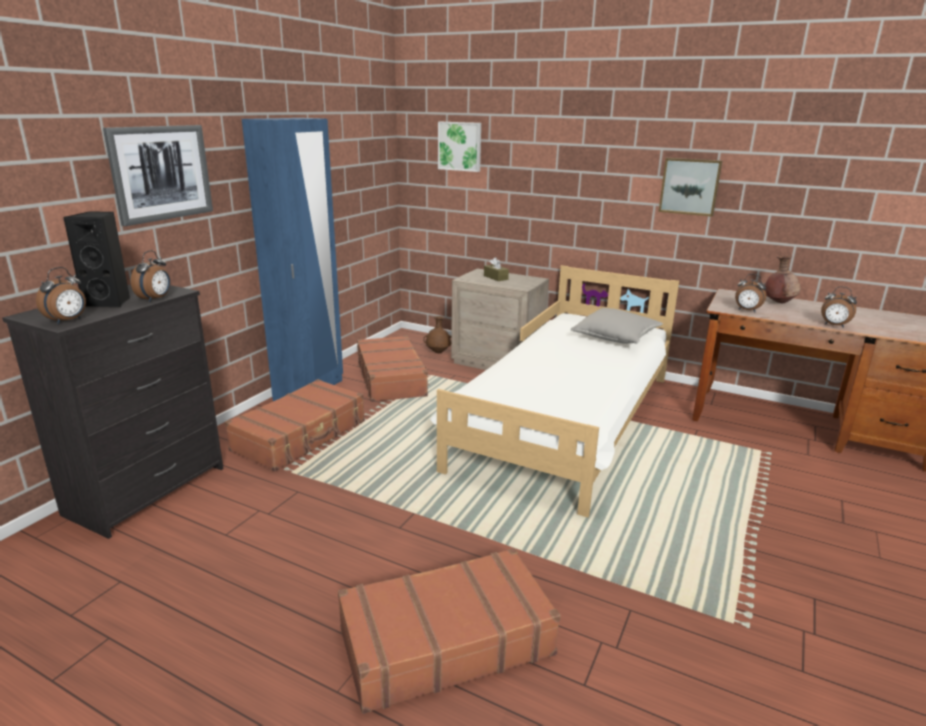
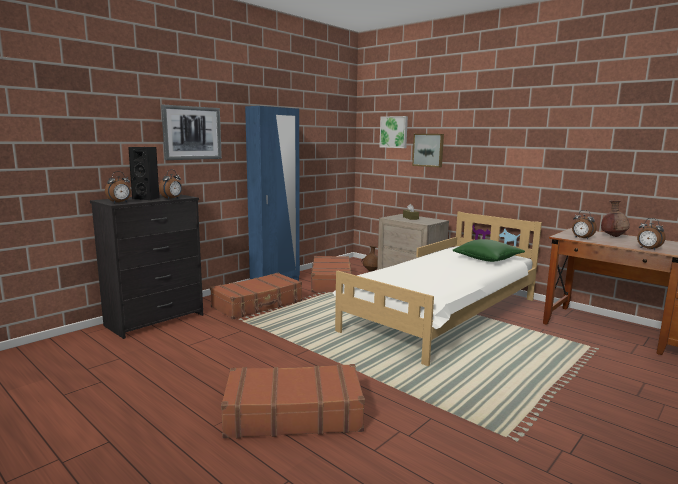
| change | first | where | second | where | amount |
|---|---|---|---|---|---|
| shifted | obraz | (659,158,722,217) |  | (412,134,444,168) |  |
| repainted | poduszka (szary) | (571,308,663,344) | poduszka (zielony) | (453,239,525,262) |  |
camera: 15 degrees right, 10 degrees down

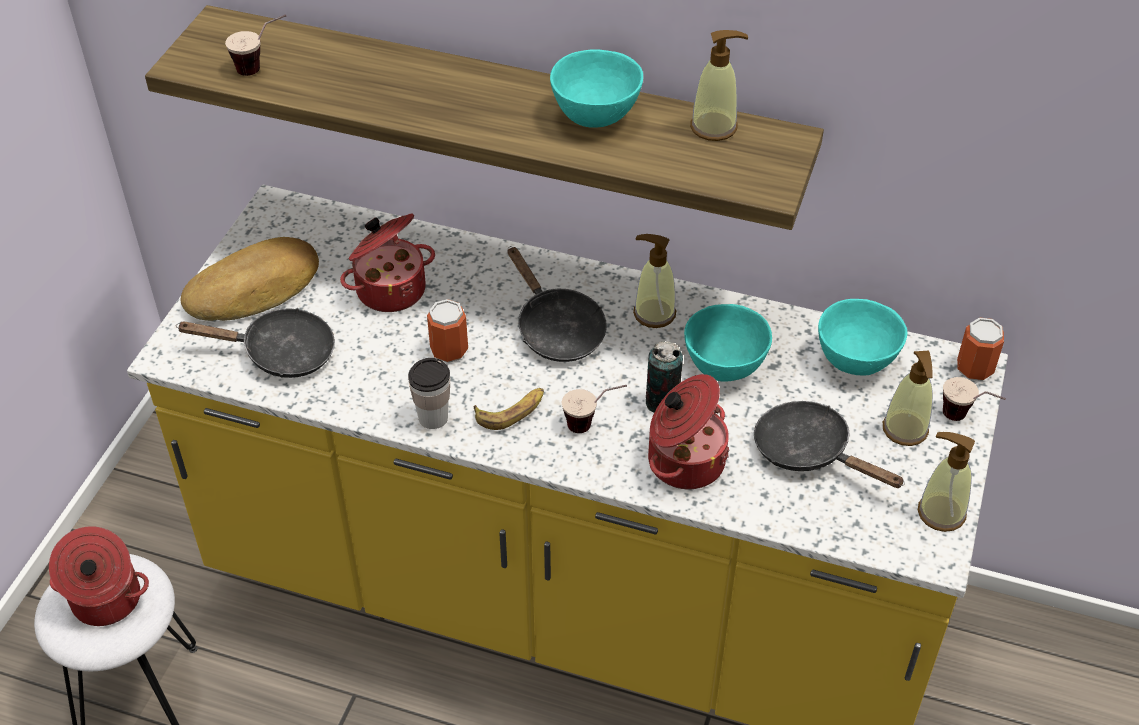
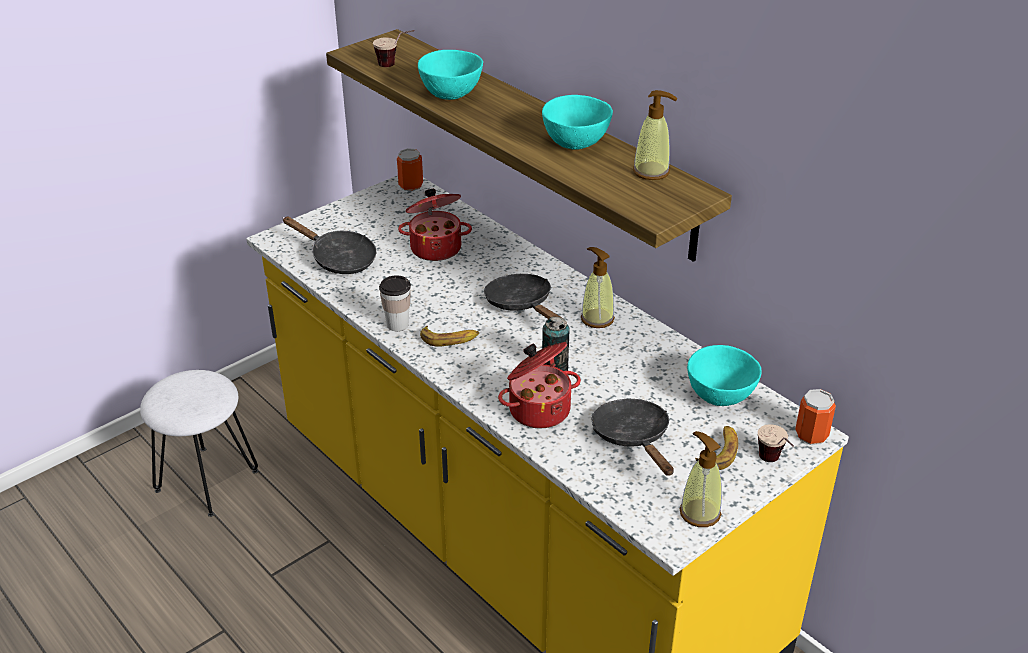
| change | first | where | second | where | amount |
|---|---|---|---|---|---|
| gone | garnek | (49,526,149,626) |  |  |  |
| gone | chleb | (181,237,319,321) |  |  |  |
| gone | filiżanka | (562,385,627,433) |  |  |  |
| shifted | puszka | (427,299,468,363) |  | (397,148,423,191) |  |
| shifted | miska (turkusowy) | (684,304,772,382) |  | (418,50,483,100) |  |
| swapped | dozownik mydła | (883,351,933,446) | banan | (695,426,738,470) |  |
| rotated | patelnia (czarny) | (507,246,607,362) |  | (484,274,562,319) | 150 degrees clockwise |
camera: 30 degrees right, 10 degrees down

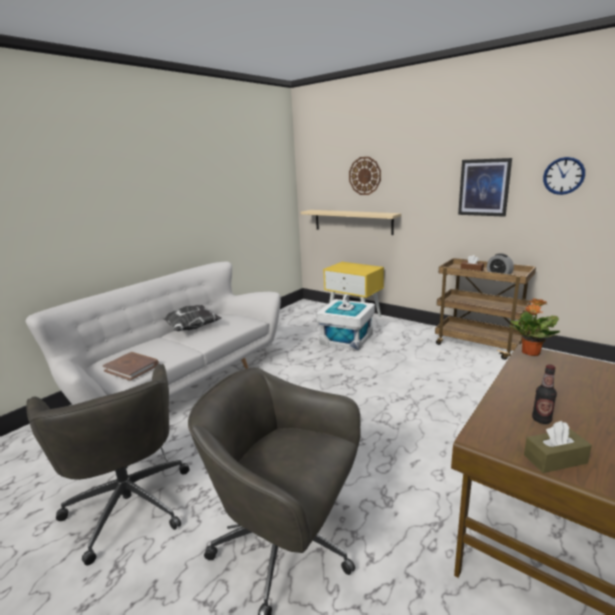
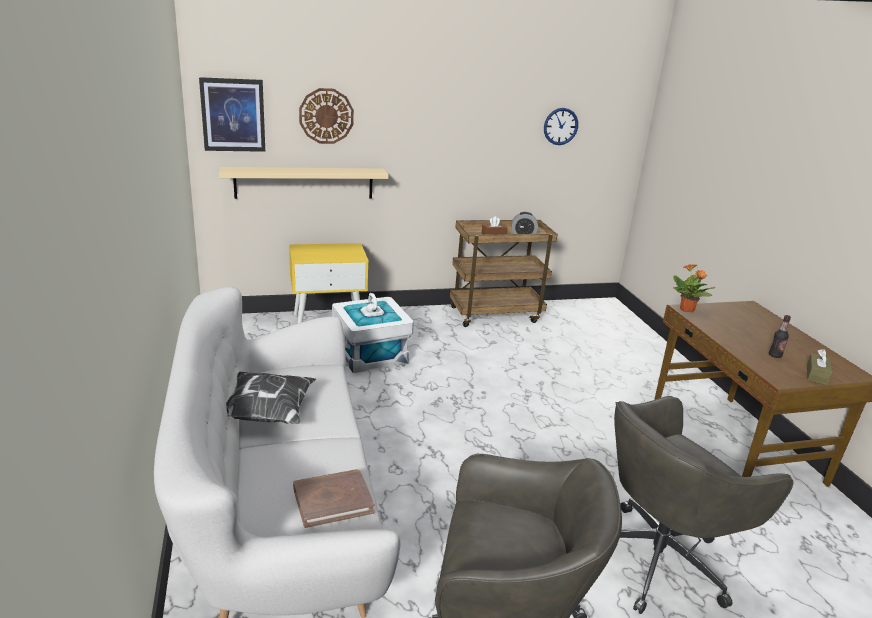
| change | first | where | second | where | amount |
|---|---|---|---|---|---|
| shifted | obraz | (458,158,512,217) |  | (199,77,265,152) |  |
camera: 55 degrees left, 5 degrees up

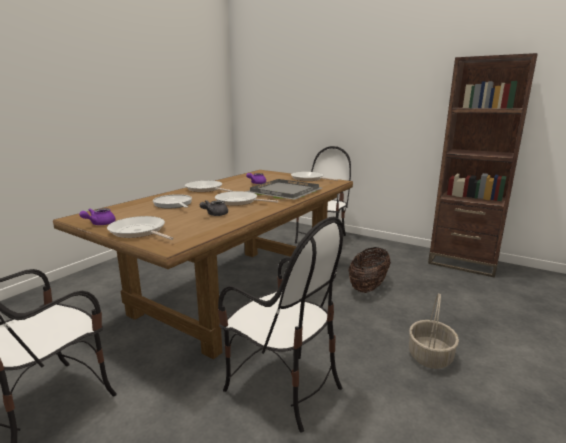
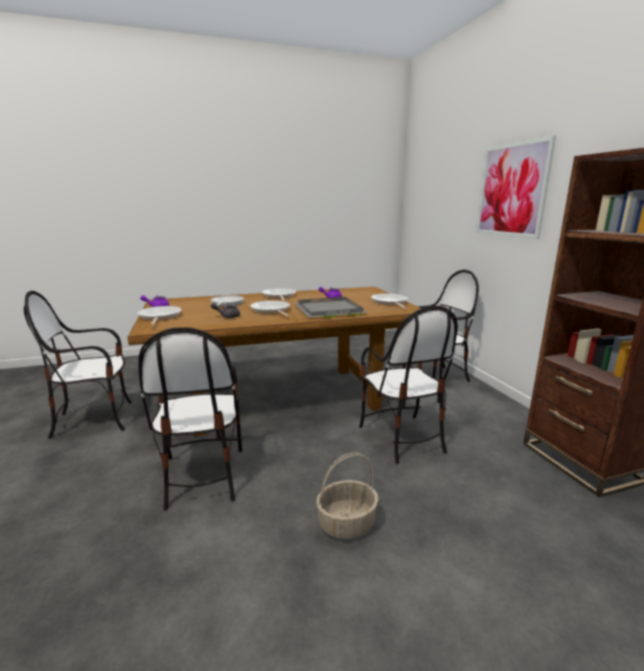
| change | first | where | second | where | amount |
|---|---|---|---|---|---|
| new |  |  | obraz | (476,136,556,239) |  |
| swapped | koszyk | (348,247,391,293) | krzesło | (359,306,458,464) |  |
camera: 40 degrees right, 0 degrees up

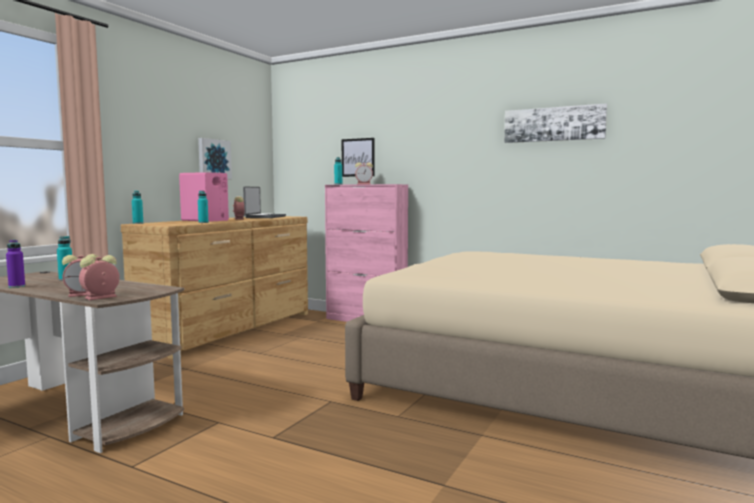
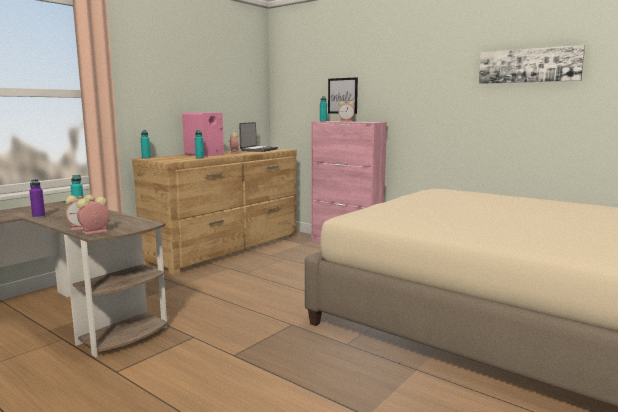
| change | first | where | second | where | amount |
|---|---|---|---|---|---|
| gone | obraz | (198,138,232,179) |  |  |  |
camera: 10 degrees right, 5 degrees up

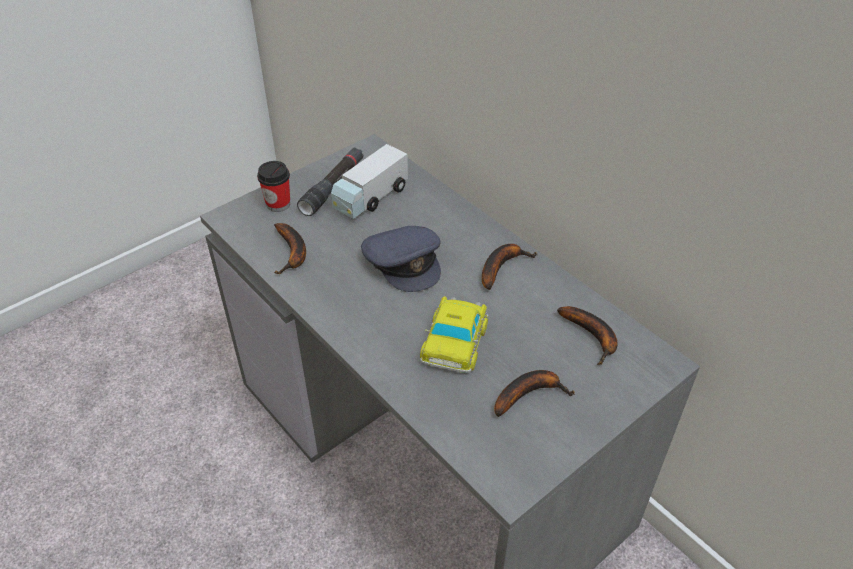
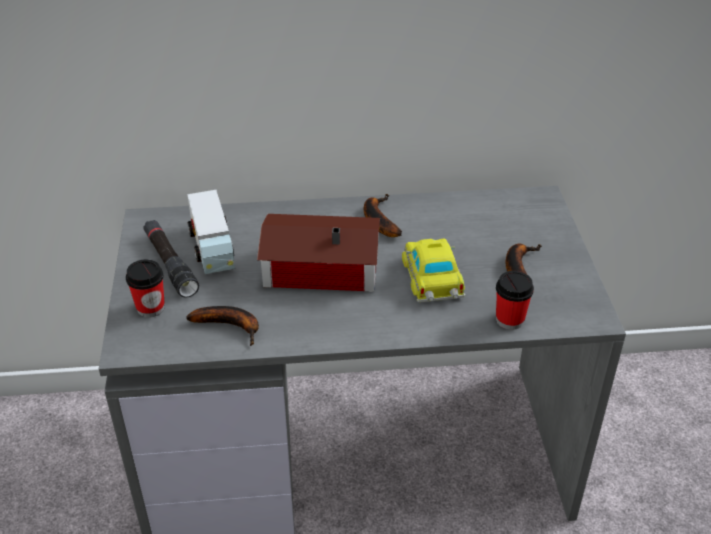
| change | first | where | second | where | amount |
|---|---|---|---|---|---|
| gone | banan | (557,306,617,365) |  |  |  |
| new |  |  | filiżanka | (496,271,534,330) |  |
| swapped | czapka z daszkiem (szary) | (361,226,441,292) | domek | (257,214,380,292) |  |
| rotated | samochodzik | (420,296,488,373) |  | (402,238,465,302) | 150 degrees counterclockwise |
camera: 55 degrees left, 5 degrees down

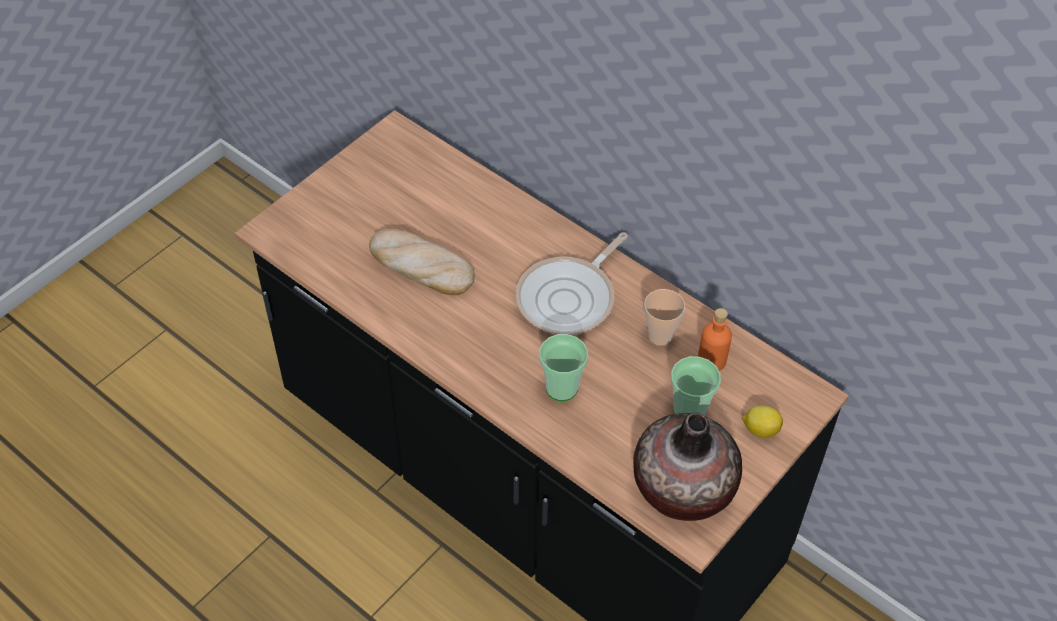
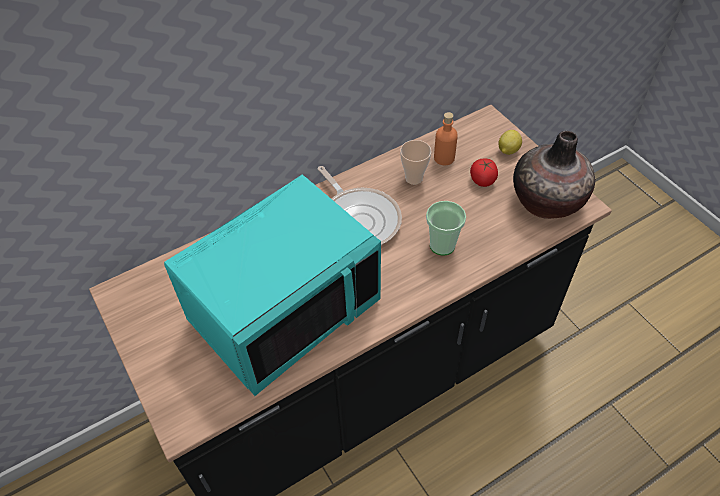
| change | first | where | second | where | amount |
|---|---|---|---|---|---|
| swapped | chleb | (369,229,475,295) | mikrofalówka (turkusowy) | (164,174,381,396) |  |
| swapped | filiżanka | (671,356,721,416) | pomidor | (470,159,498,187) |  |
camera: 70 degrees left, 0 degrees up

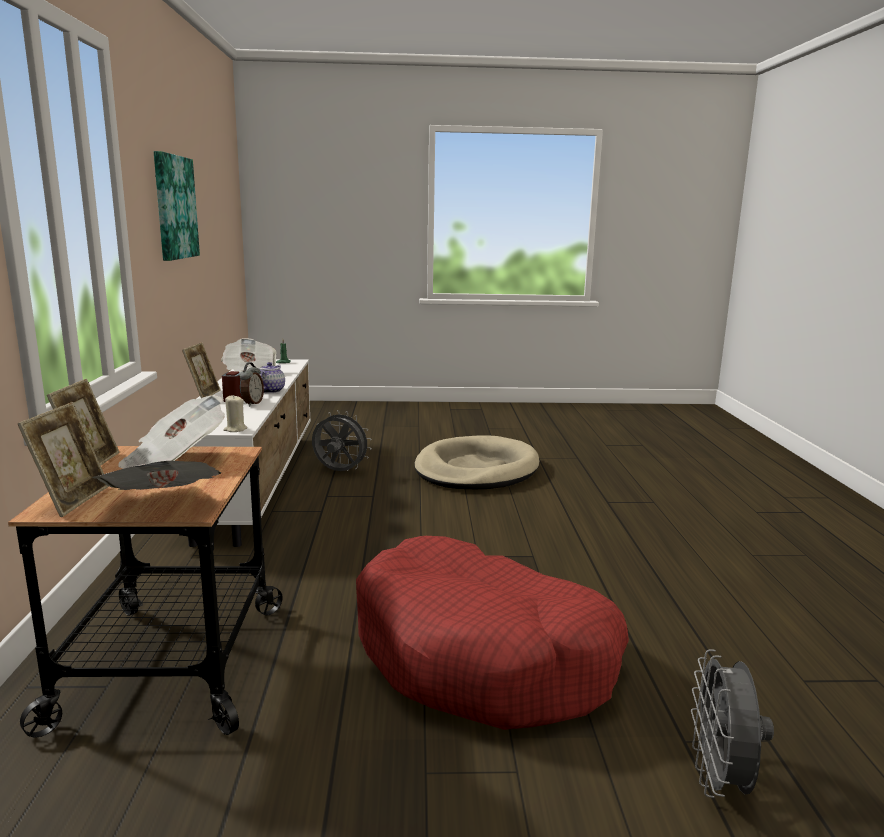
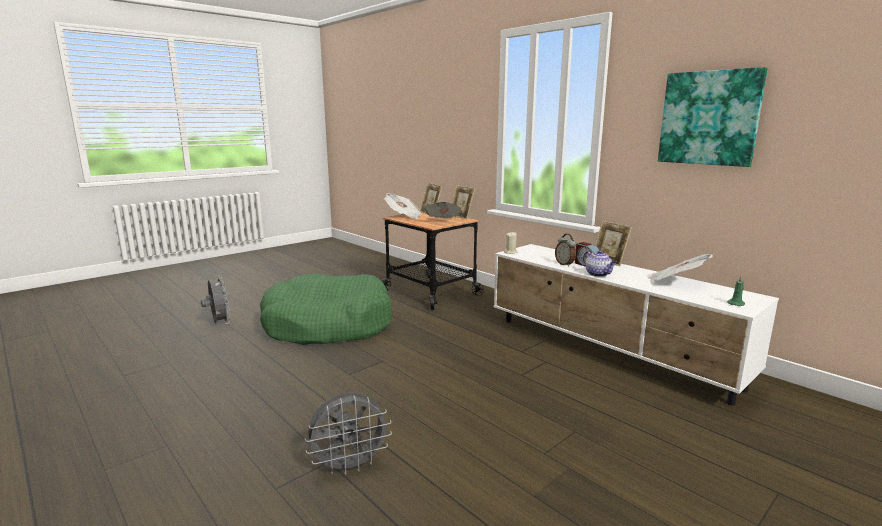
| change | first | where | second | where | amount |
|---|---|---|---|---|---|
| gone | legowisko (beżowy) | (414,435,540,489) |  |  |  |
| shifted | wentylator (szary) | (312,410,372,471) |  | (305,392,392,475) |  |
| repainted | legowisko (czerwony) | (356,536,629,730) | legowisko (zielony) | (260,274,393,345) |  |
camera: 140 degrees right, 0 degrees up

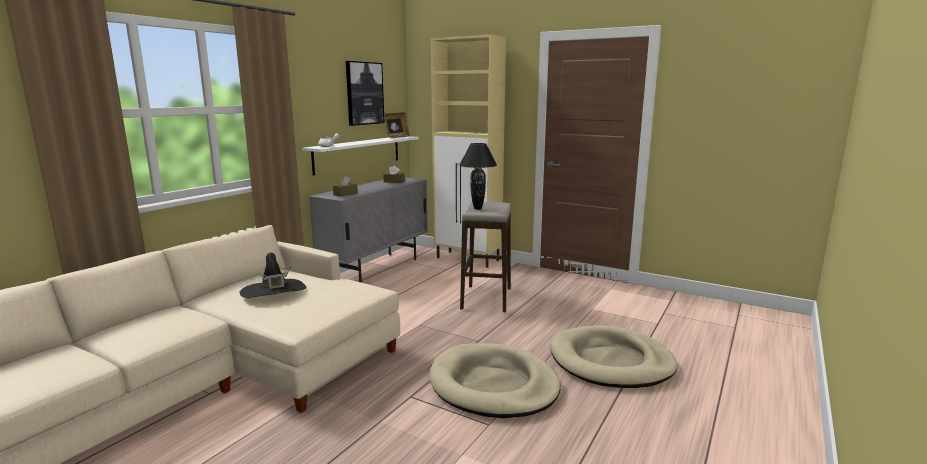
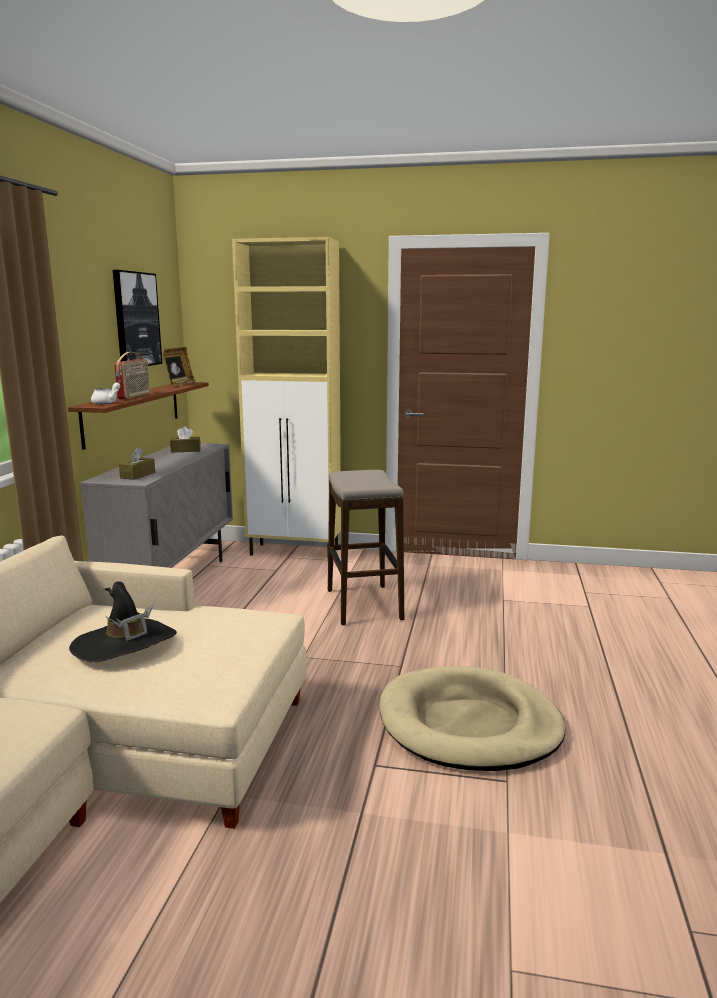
| change | first | where | second | where | amount |
|---|---|---|---|---|---|
| gone | lampa stołowa (czarny) | (459,143,497,210) |  |  |  |
| gone | legowisko (beżowy) | (551,325,677,388) |  |  |  |
| new |  |  | radio | (114,352,150,399) |  |
| repainted | półka (biały) | (302,136,419,175) | półka (brązowy) | (68,382,209,450) |  |
camera: 20 degrees left, 0 degrees up

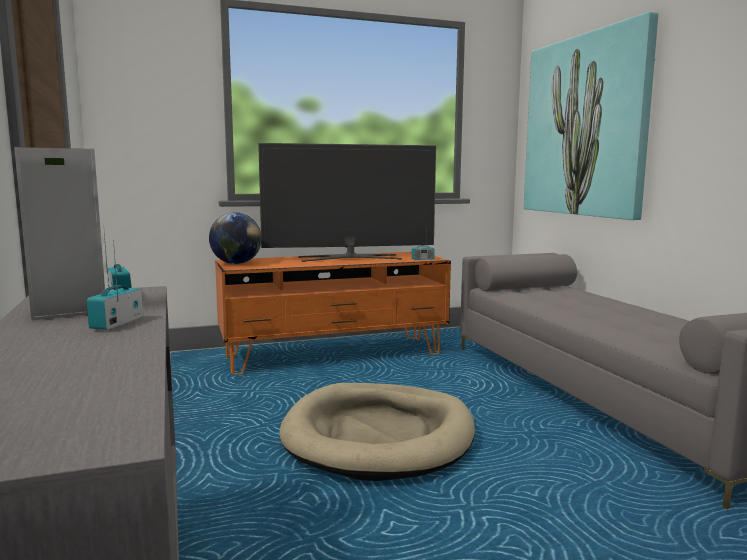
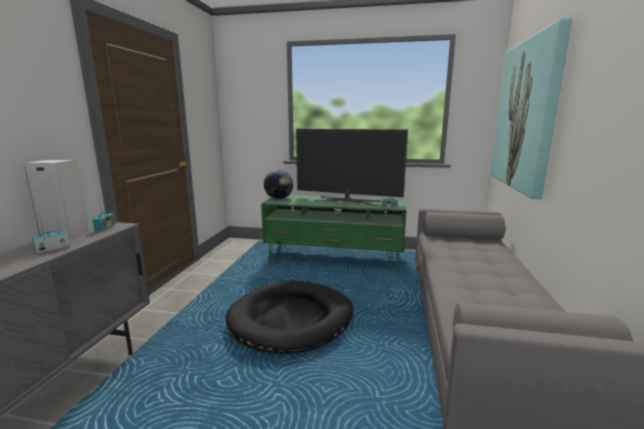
| change | first | where | second | where | amount |
|---|---|---|---|---|---|
| repainted | szafka pod telewizor (pomarańczowy) | (215,252,451,375) | szafka pod telewizor (zielony) | (261,195,406,270) |  |
| repainted | legowisko (beżowy) | (280,383,475,481) | legowisko (czarny) | (226,280,354,354) |  |
camera: 30 degrees right, 5 degrees up

